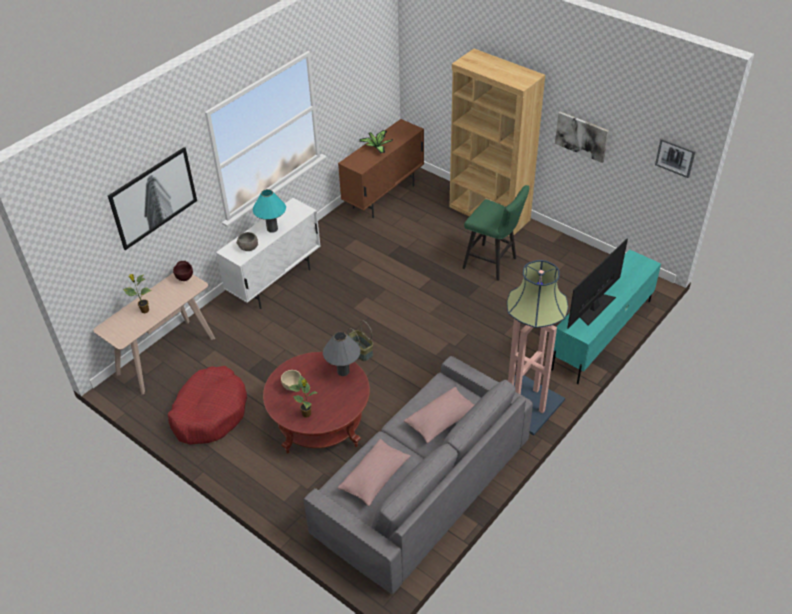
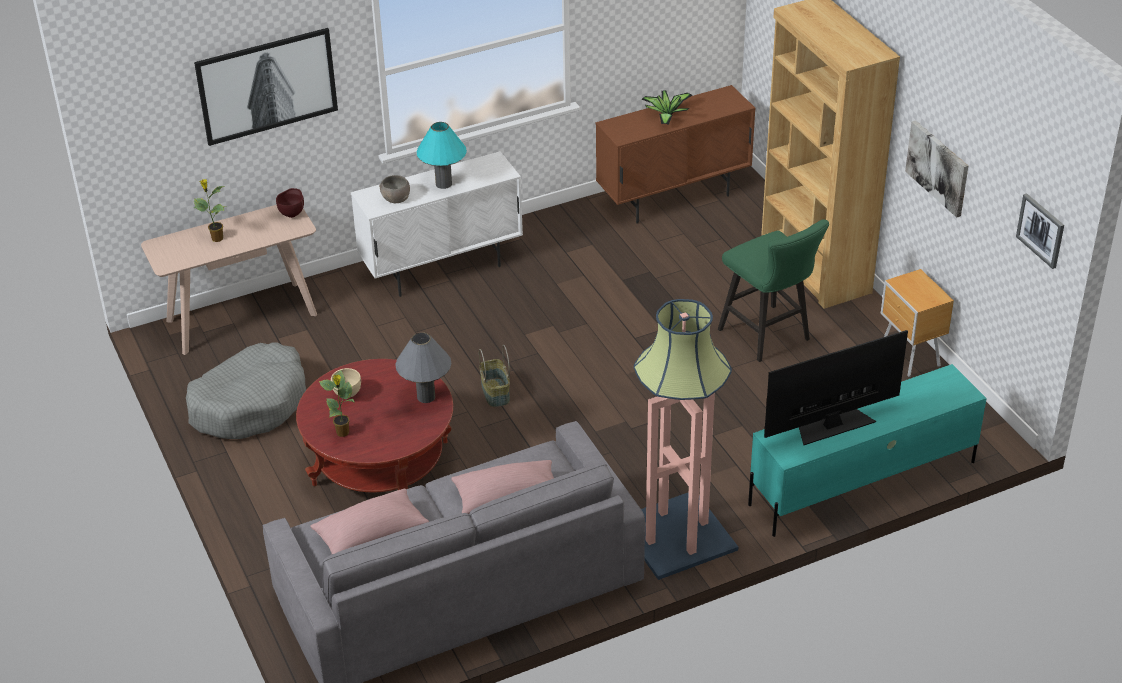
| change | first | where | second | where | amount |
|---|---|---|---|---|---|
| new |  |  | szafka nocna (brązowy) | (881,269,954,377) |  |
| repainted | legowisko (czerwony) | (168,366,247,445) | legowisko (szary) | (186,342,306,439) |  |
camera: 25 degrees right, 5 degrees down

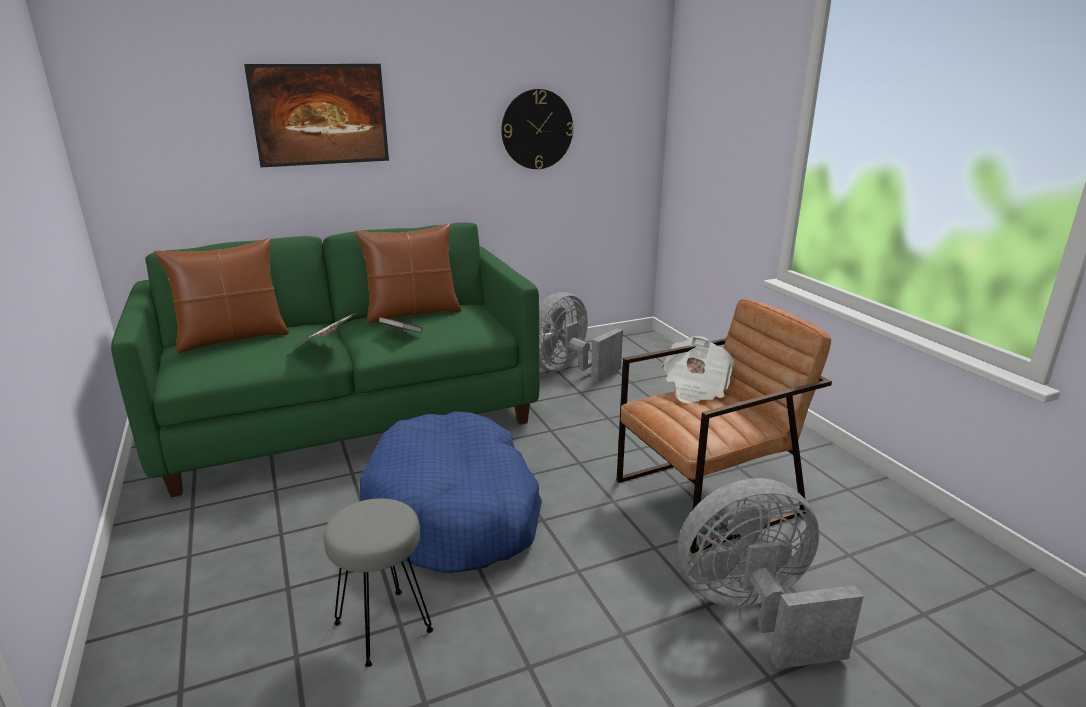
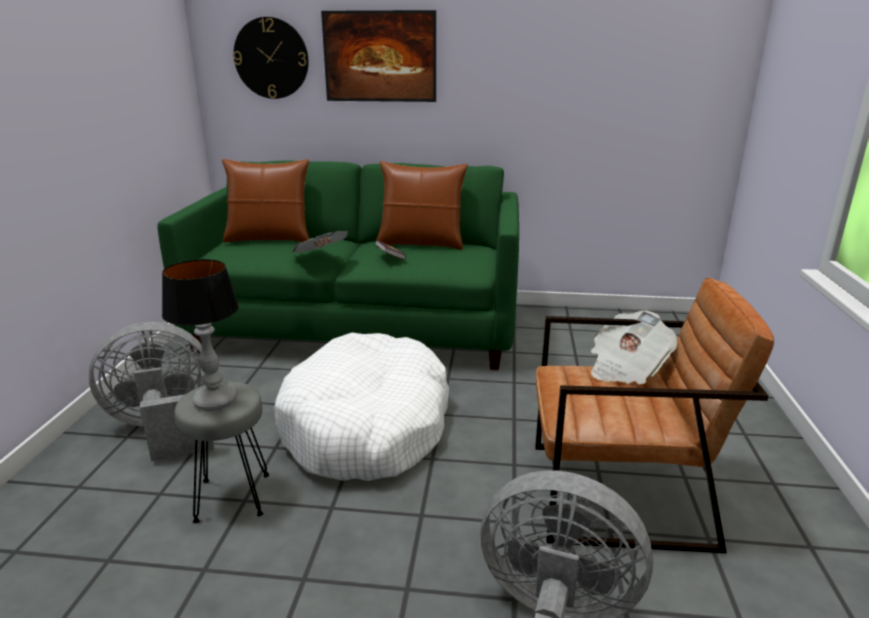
| change | first | where | second | where | amount |
|---|---|---|---|---|---|
| new |  |  | lampa stołowa | (162,259,239,411) |  |
| shifted | zegar ścienny | (501,89,574,169) |  | (233,17,309,99) |  |
| shifted | wentylator (szary) | (539,292,623,382) |  | (89,322,214,461) |  |
| repainted | legowisko (niebieski) | (360,411,542,573) | legowisko (biały) | (274,333,449,481) |  |
camera: 30 degrees right, 0 degrees up

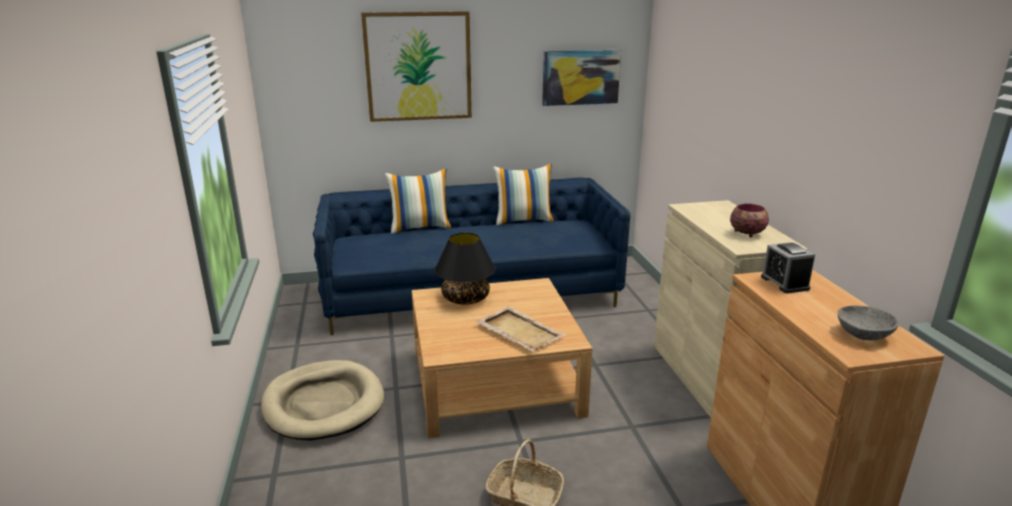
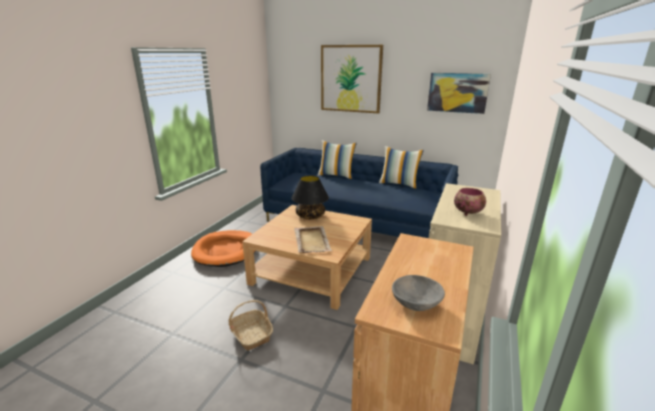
| change | first | where | second | where | amount |
|---|---|---|---|---|---|
| gone | budzik | (761,242,815,293) |  |  |  |
| repainted | legowisko (beżowy) | (261,360,384,441) | legowisko (pomarańczowy) | (191,230,255,267) |  |
camera: 35 degrees right, 0 degrees up

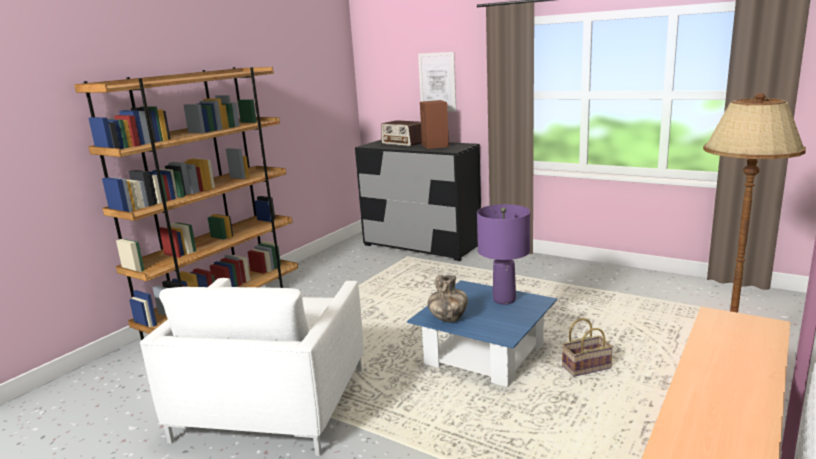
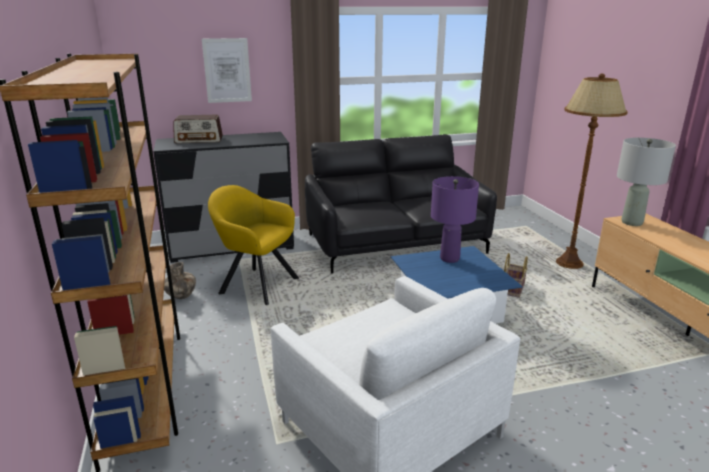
| change | first | where | second | where | amount |
|---|---|---|---|---|---|
| gone | głośnik (brązowy) | (420,100,449,149) |  |  |  |
| new |  |  | fotel (żółty) | (208,185,299,305) |  |
| new |  |  | kanapa (czarny) | (305,134,497,274) |  |
| new |  |  | lampa stołowa (szary) | (617,138,676,226) |  |
| shifted | wazon | (427,275,468,323) |  | (164,262,196,299) |  |
camera: 50 degrees left, 5 degrees up

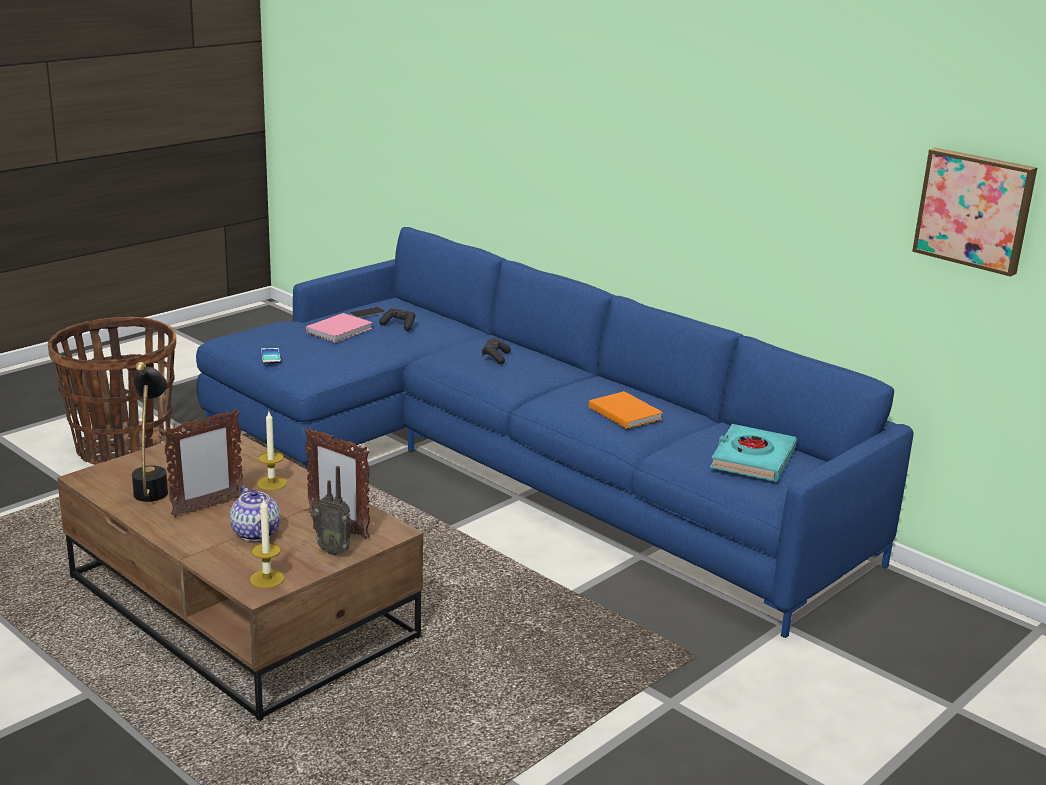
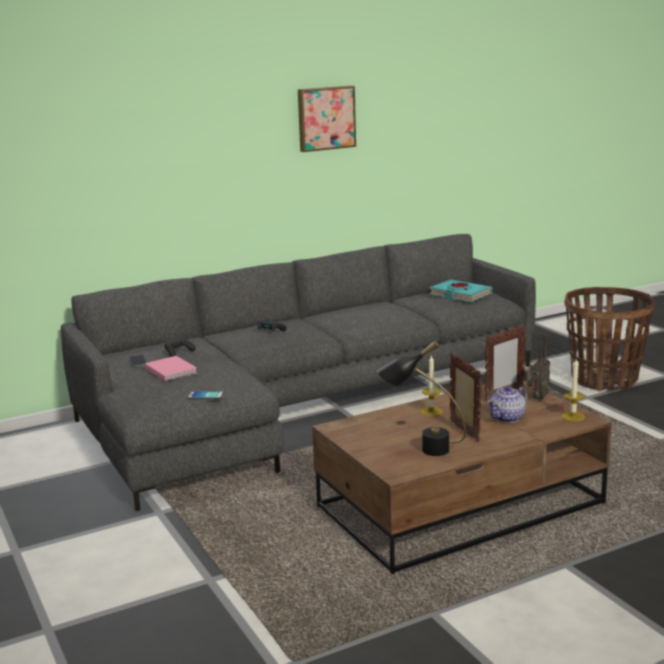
| change | first | where | second | where | amount |
|---|---|---|---|---|---|
| gone | książka (pomarańczowy) | (589,391,663,429) |  |  |  |
| shifted | koszyk | (47,317,176,465) |  | (564,287,655,391) |  |
| shifted | obraz | (912,148,1037,277) |  | (298,86,356,152) |  |
| repainted | kanapa (niebieski) | (196,227,914,638) | kanapa (szary) | (61,234,536,511) |  |
| rotated | imbryk | (230,486,281,541) |  | (487,386,528,423) | 150 degrees clockwise |
camera: 70 degrees left, 5 degrees down

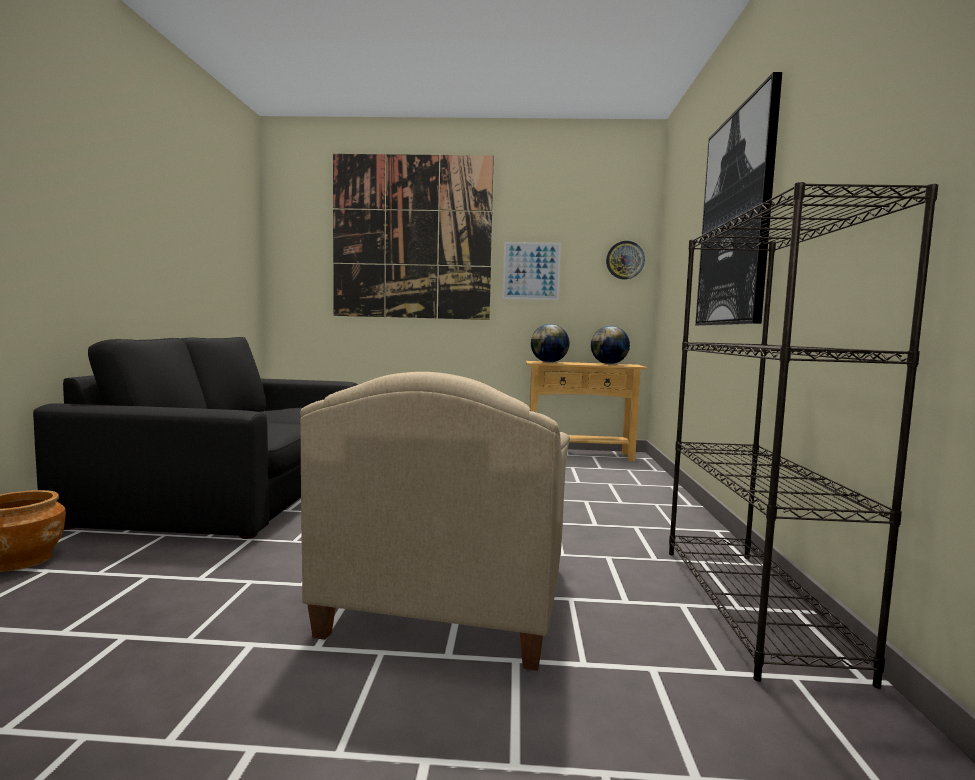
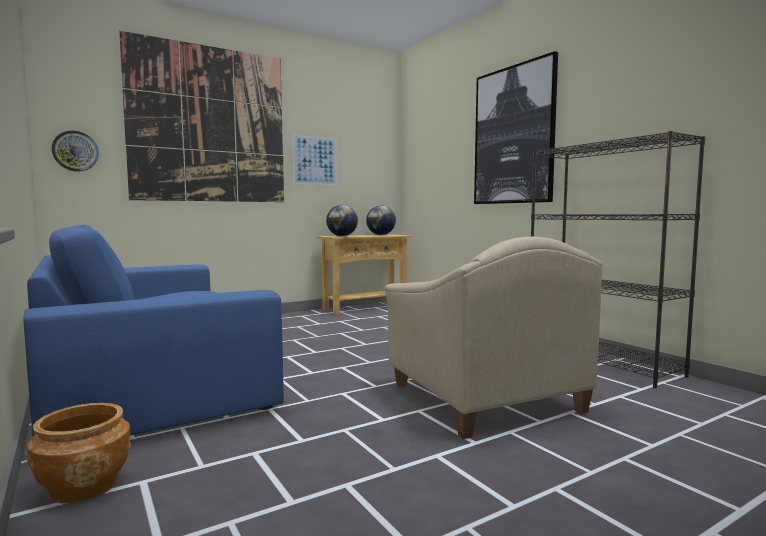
| change | first | where | second | where | amount |
|---|---|---|---|---|---|
| shifted | zegar ścienny | (606,241,645,280) |  | (52,131,99,172) |  |
| repainted | kanapa (czarny) | (33,337,358,539) | kanapa (niebieski) | (23,225,284,437) |  |
camera: 35 degrees left, 0 degrees up

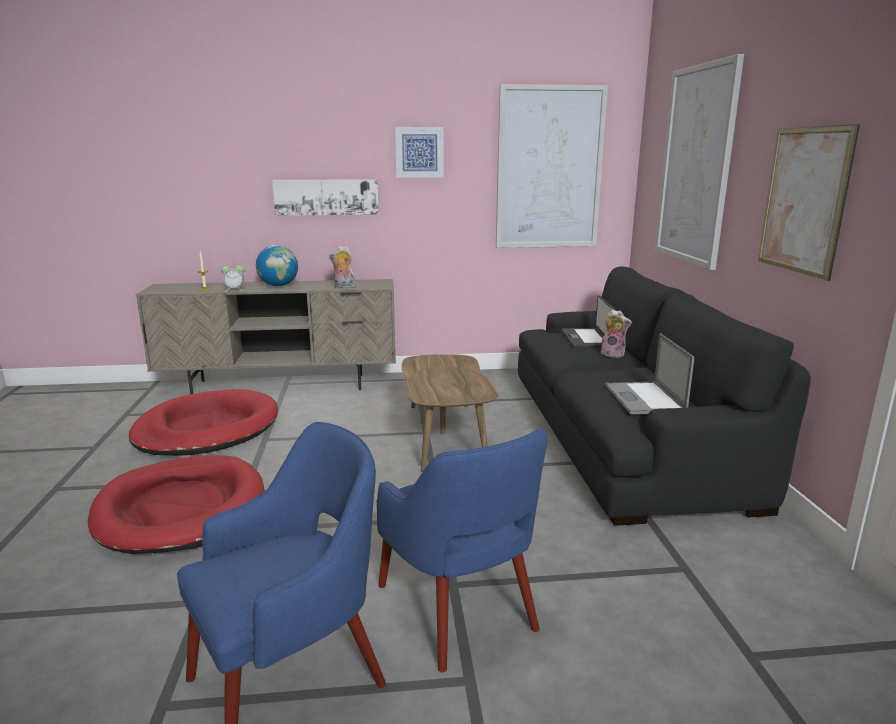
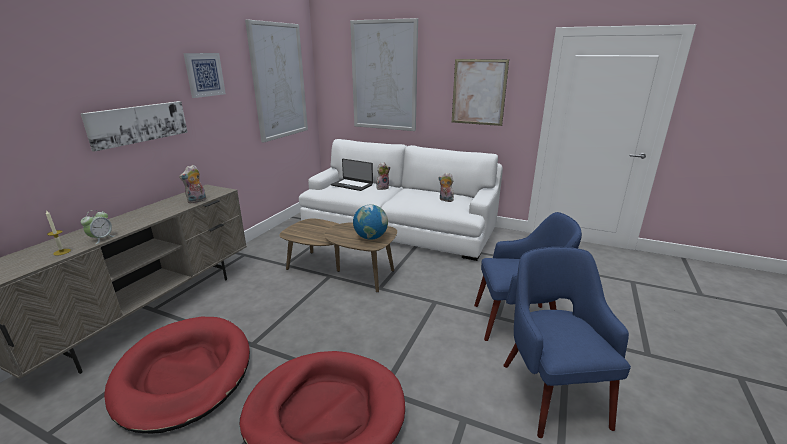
| change | first | where | second | where | amount |
|---|---|---|---|---|---|
| shifted | globus | (256,245,298,286) |  | (353,205,388,240) |  |
| swapped | laptop | (605,333,694,415) | pluszak | (438,173,454,202) |  |
| repainted | kanapa (czarny) | (518,267,811,526) | kanapa (biały) | (299,139,503,261) |  |
camera: 60 degrees left, 5 degrees up

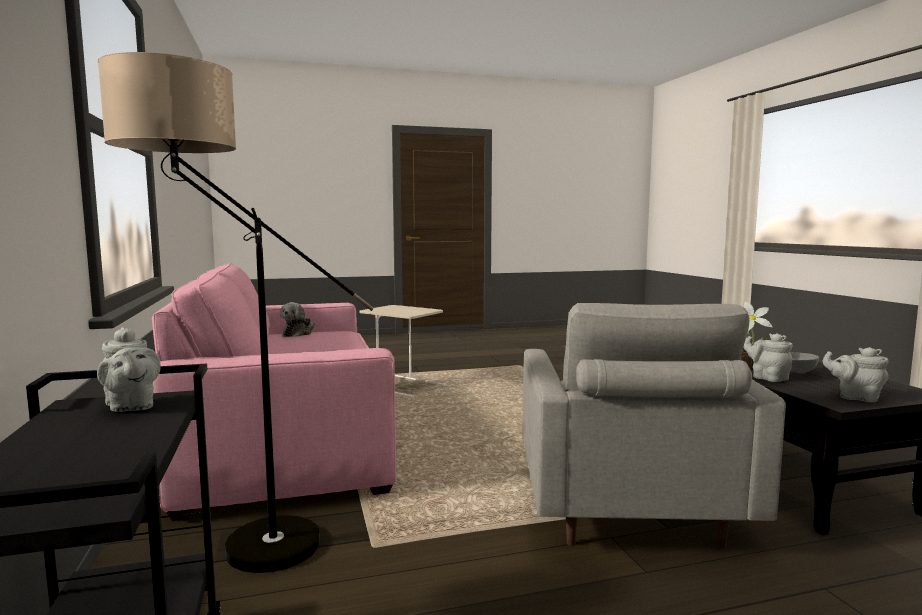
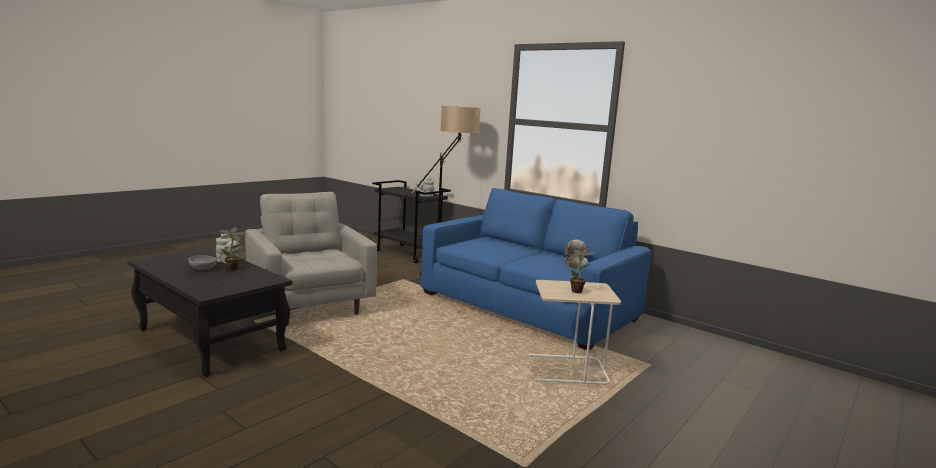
| change | first | where | second | where | amount |
|---|---|---|---|---|---|
| gone | imbryk (szary) | (823,347,889,402) |  |  |  |
| new |  |  | roślina doniczkowa | (568,248,594,293) |  |
| repainted | kanapa (różowy) | (152,263,397,521) | kanapa (niebieski) | (421,188,651,350) |  |
camera: 145 degrees right, 5 degrees up

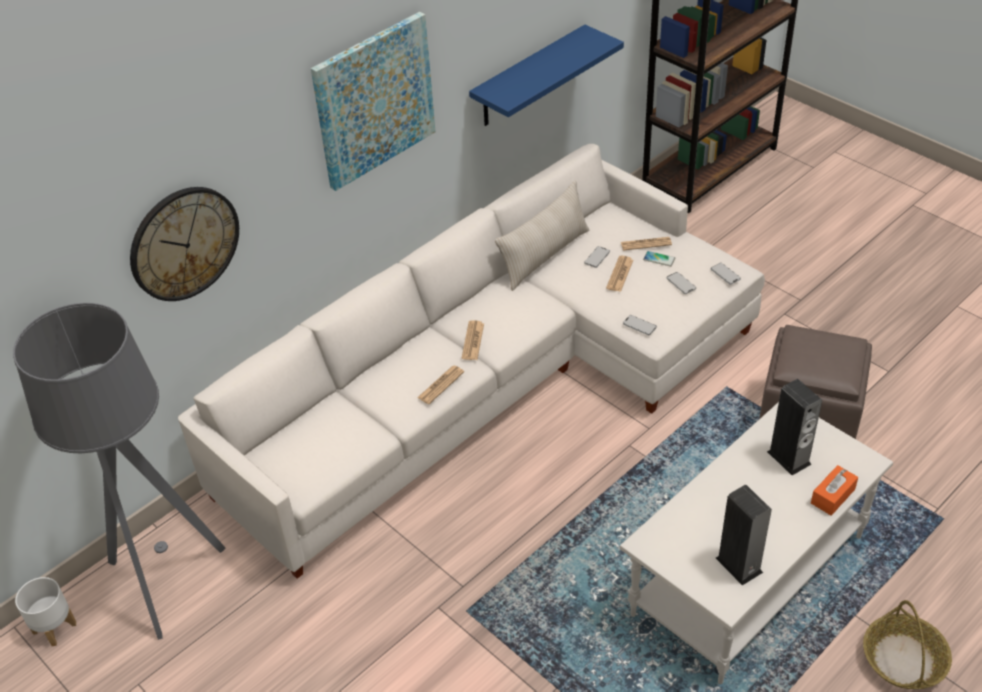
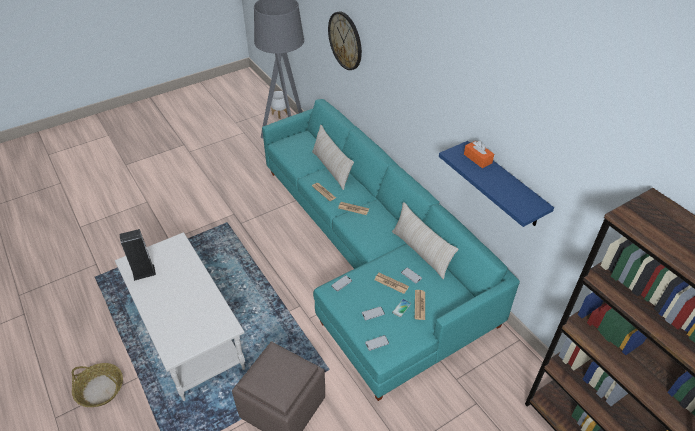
| change | first | where | second | where | amount |
|---|---|---|---|---|---|
| gone | obraz | (311,12,436,191) |  |  |  |
| gone | głośnik | (767,379,822,475) |  |  |  |
| new |  |  | poduszka (beżowy) | (312,125,354,190) |  |
| shifted | pudełko chusteczek (pomarańczowy) | (811,465,858,516) |  | (464,141,494,168) |  |
| repainted | kanapa (biały) | (178,144,765,579) | kanapa (turkusowy) | (262,99,520,401) |  |
camera: 100 degrees right, 0 degrees up

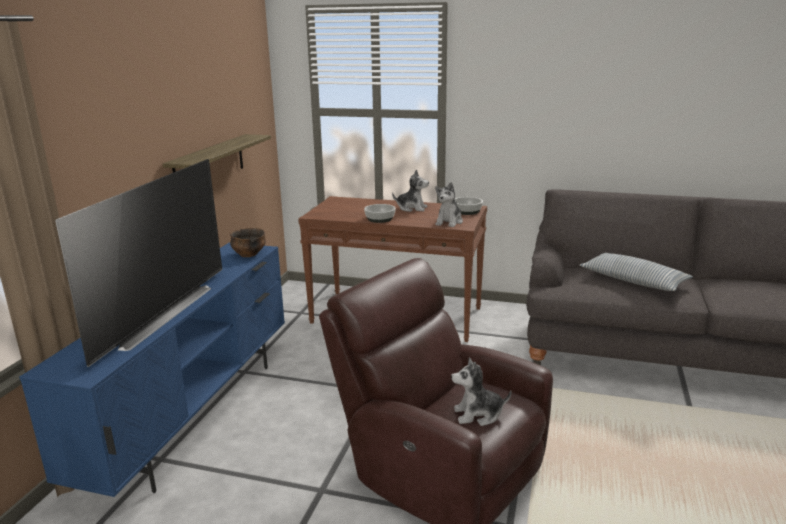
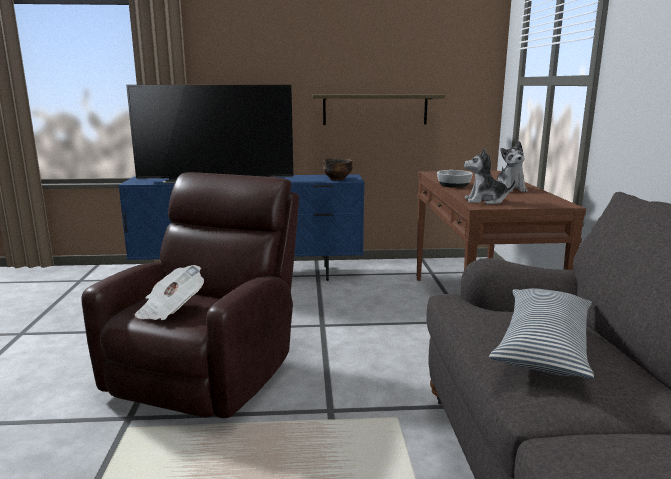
| change | first | where | second | where | amount |
|---|---|---|---|---|---|
| gone | miska | (455,197,483,215) |  |  |  |
| swapped | pluszak | (451,357,512,426) | gazeta | (135,265,204,320) |  |
camera: 70 degrees right, 5 degrees down

